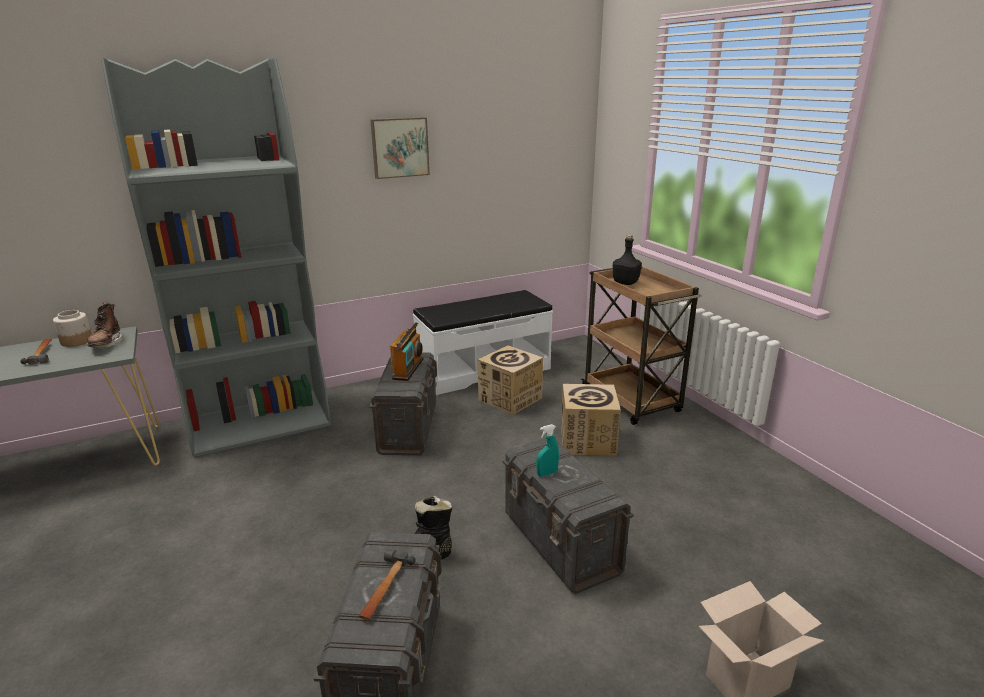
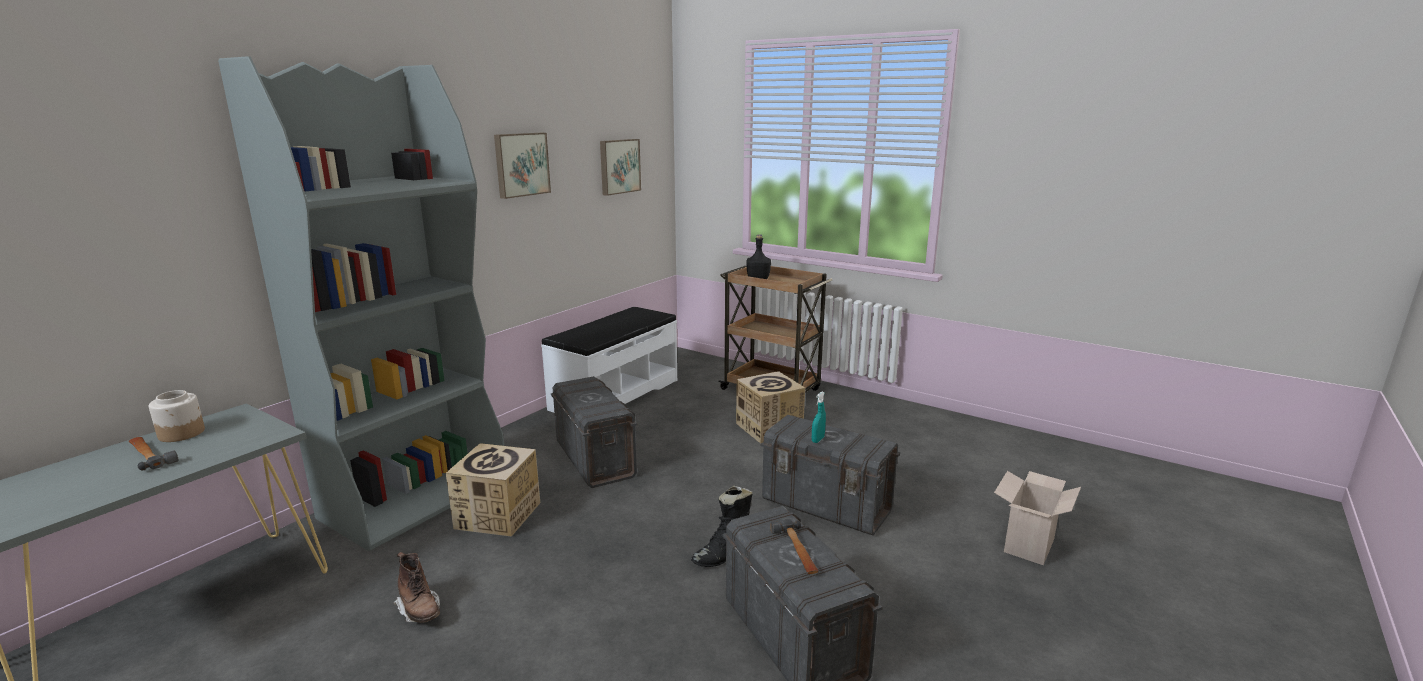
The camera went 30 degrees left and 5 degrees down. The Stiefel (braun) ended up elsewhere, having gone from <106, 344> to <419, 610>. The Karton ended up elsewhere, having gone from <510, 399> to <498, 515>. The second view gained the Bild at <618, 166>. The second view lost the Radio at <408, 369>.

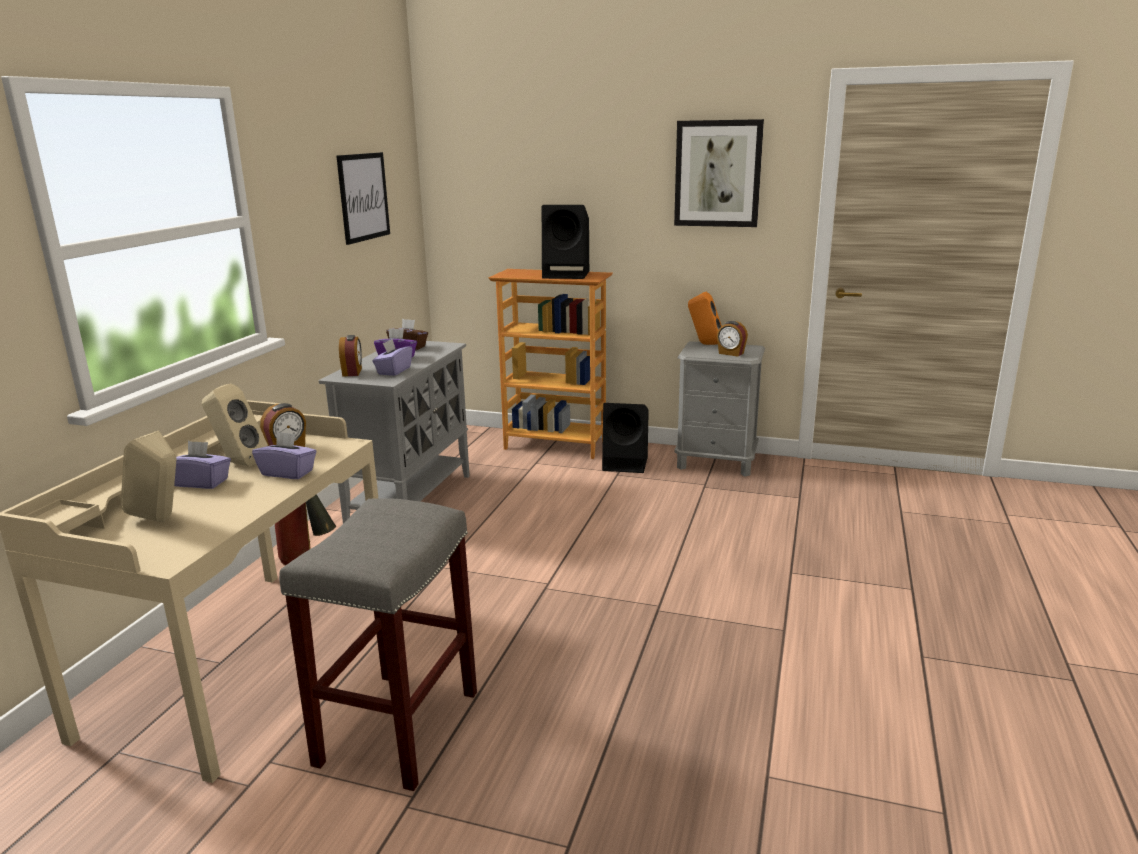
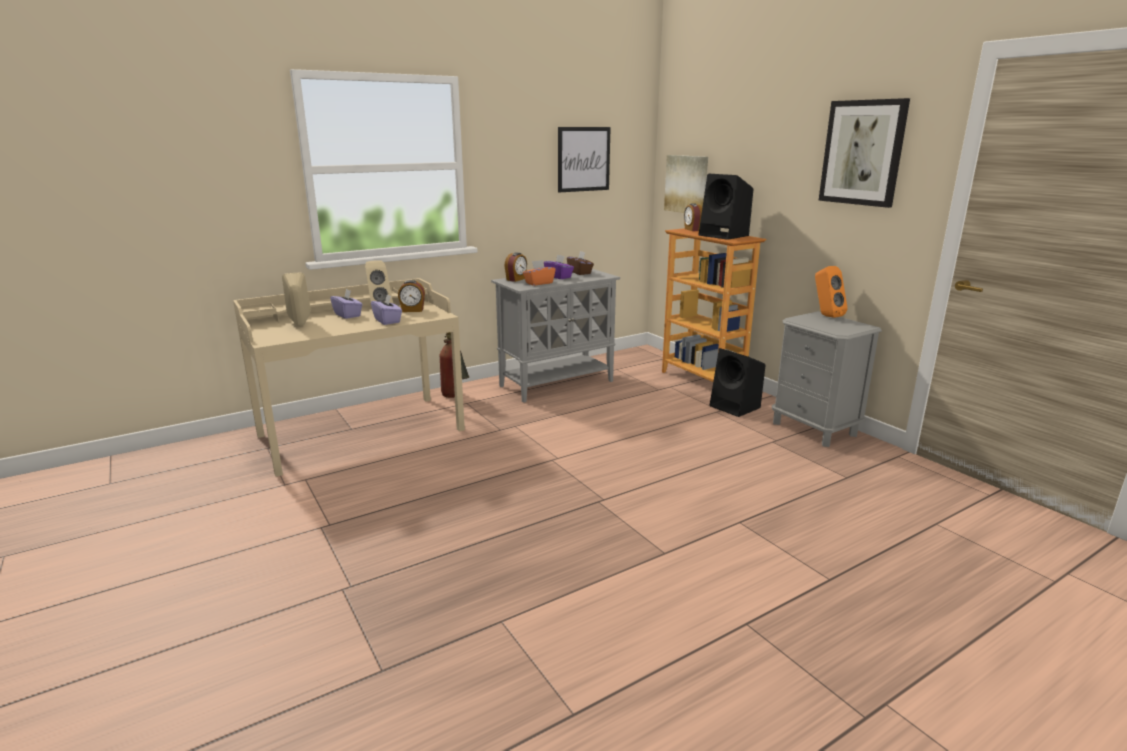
The camera went 40 degrees right and 0 degrees up. What was the Taschentuchbox (lila) at <393, 371> turned into the Taschentuchbox (orange) at <539, 283>. The second view gained the Bild at <687, 184>. The Wecker ended up elsewhere, having gone from <731, 353> to <692, 229>. The second view lost the Hocker (grau) at <398, 729>.

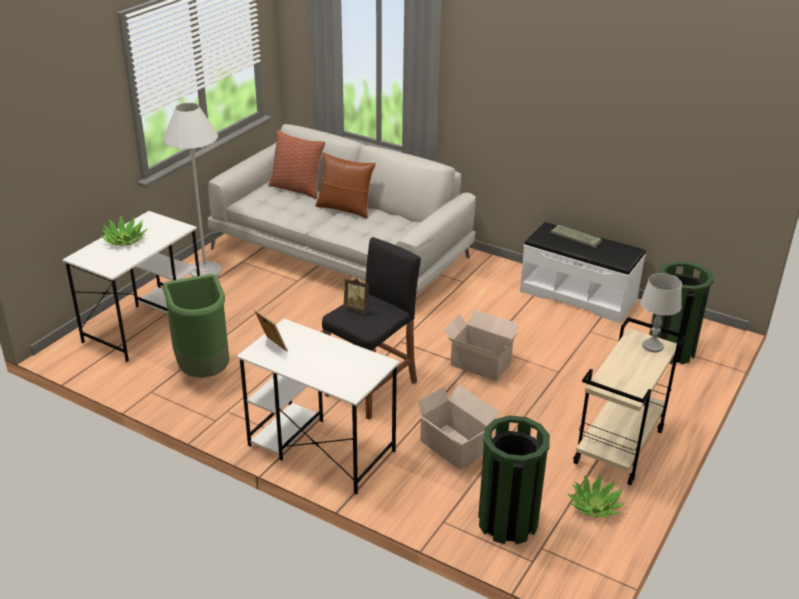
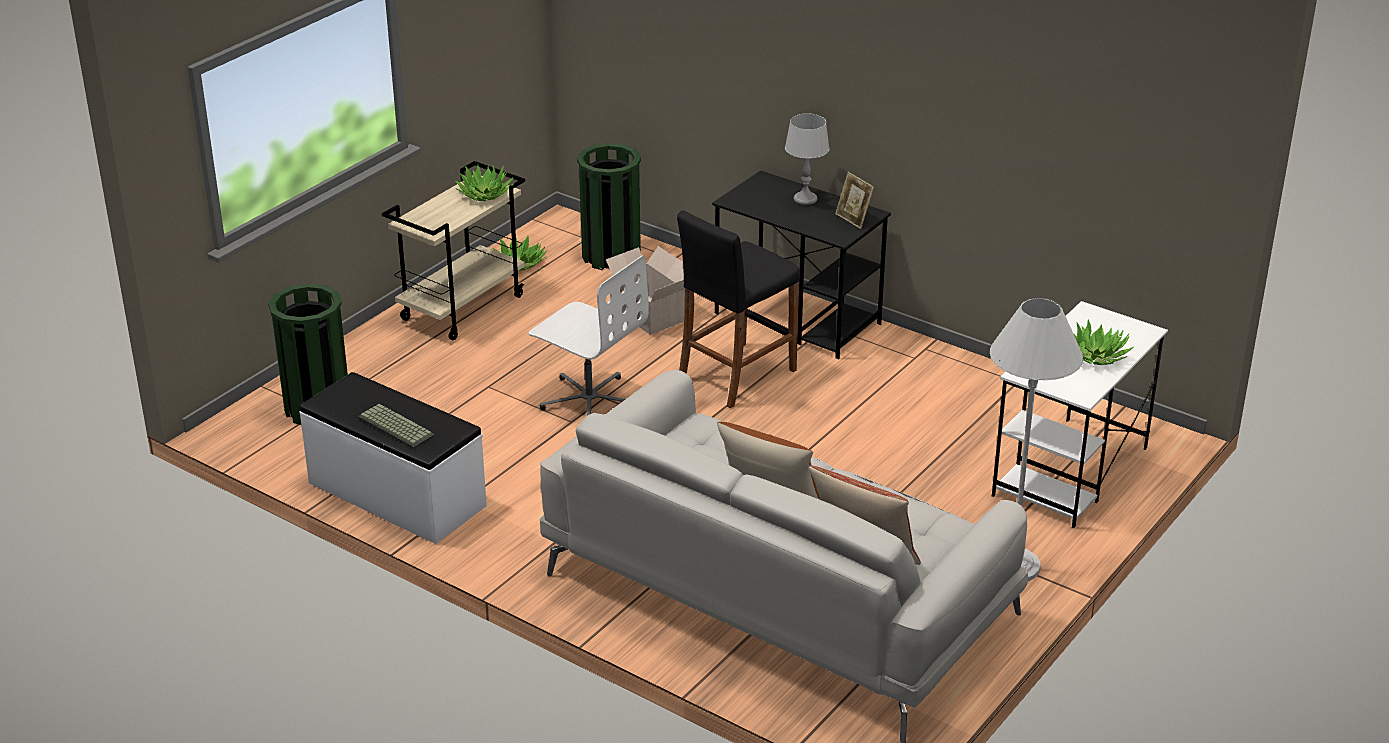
The camera went 175 degrees left and 0 degrees up. The second view gained the Topfpflanze at <484, 194>. Where the Karton stood at <479, 363>, the Bürostuhl (weiß) came to stand at <589, 400>. What was the Schreibtisch (weiß) at <320, 448> turned into the Schreibtisch (schwarz) at <798, 319>. The Tischlampe (grau) ended up elsewhere, having gone from <652, 346> to <805, 199>. The second view lost the Mülleimer (grün) at <204, 370>. The second view lost the Bilderrahmen at <357, 308>.

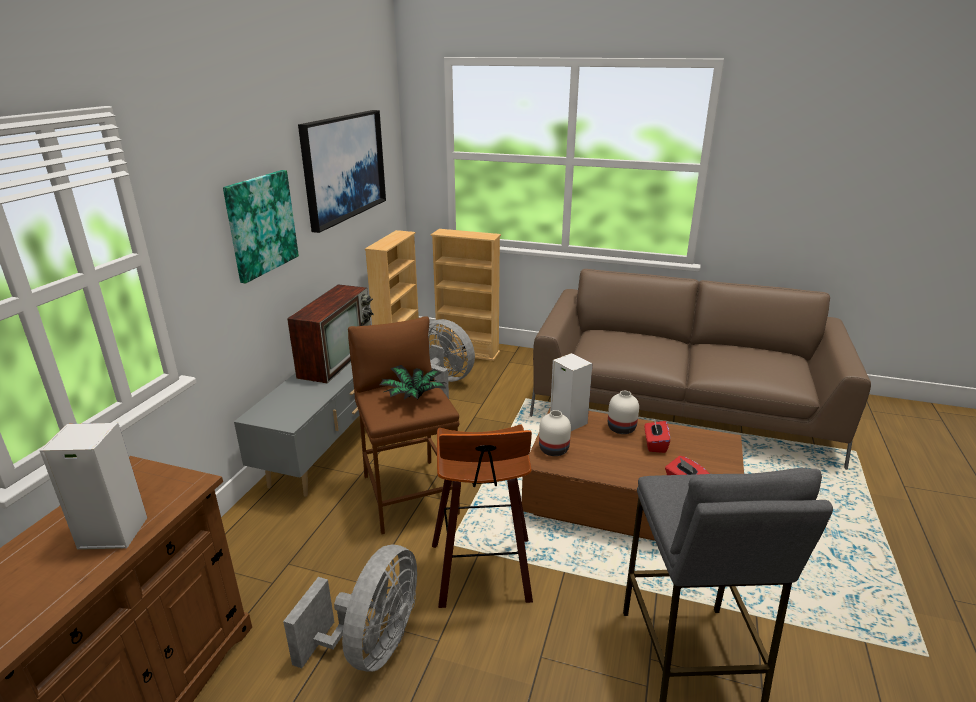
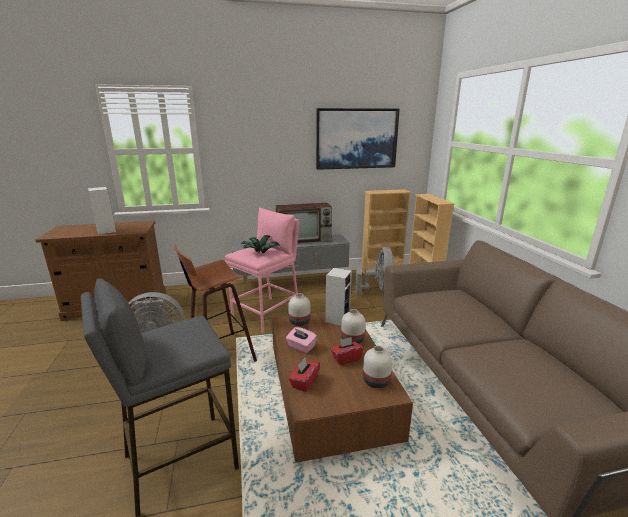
The camera went 60 degrees right and 5 degrees down. What was the Hocker (braun) at <409, 494> turned into the Hocker (rosa) at <267, 314>. The second view gained the Taschentuchbox (rosa) at <301, 347>. The second view gained the Vase (weiß) at <377, 381>. The second view lost the Bild at <261, 224>.

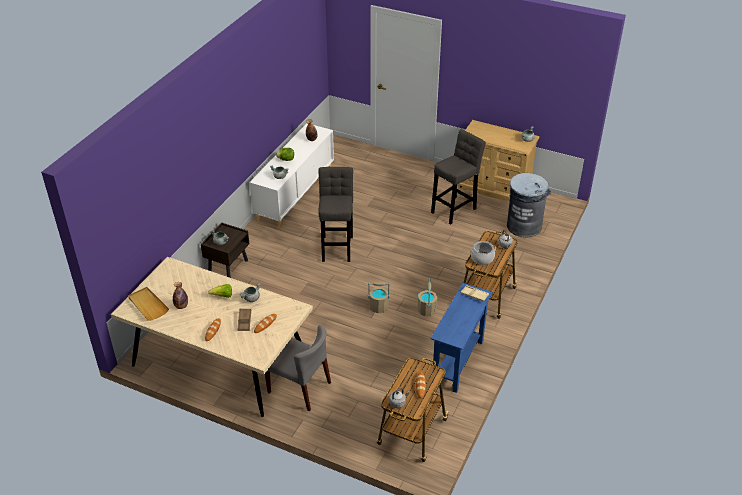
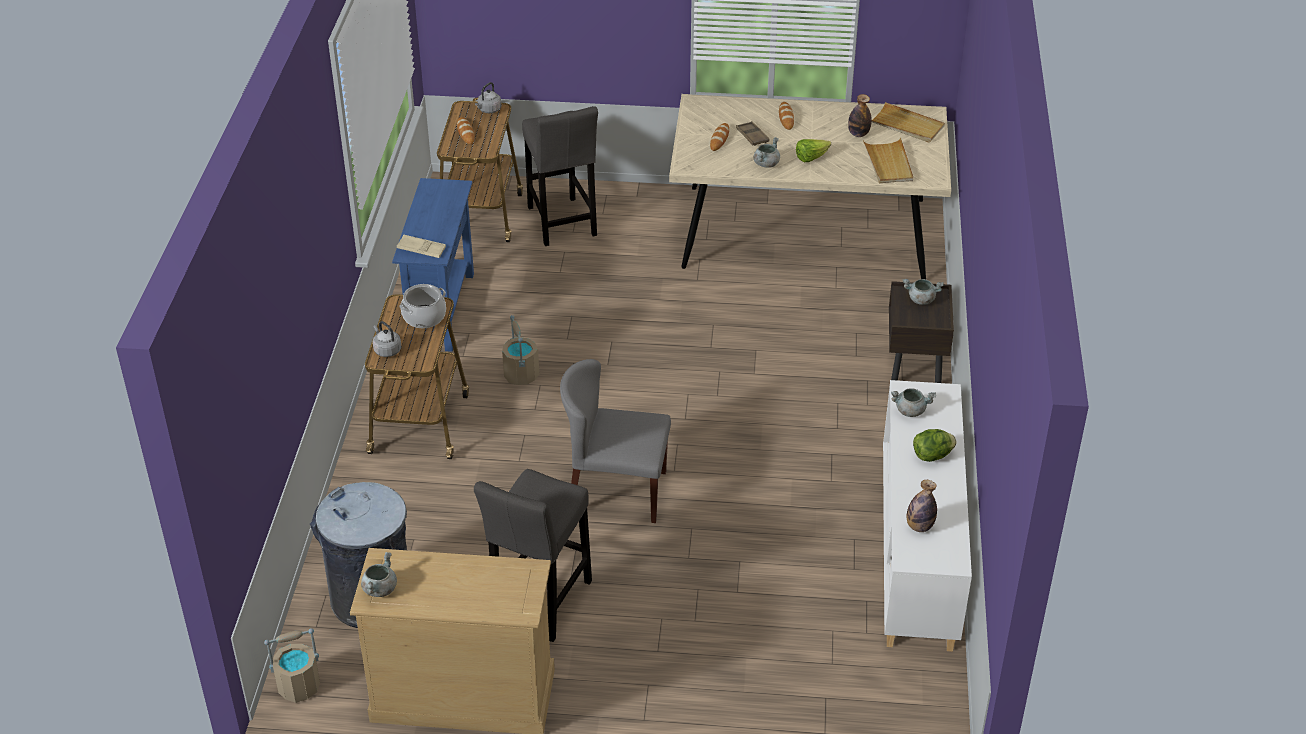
The camera went 160 degrees right and 0 degrees up. The Eimer (beige) ended up elsewhere, having gone from <378, 307> to <299, 686>. The Hocker (grau) ended up elsewhere, having gone from <337, 247> to <562, 224>. The Stuhl (grau) ended up elsewhere, having gone from <300, 387> to <616, 492>. The second view gained the Tablett (beige) at <888, 163>.

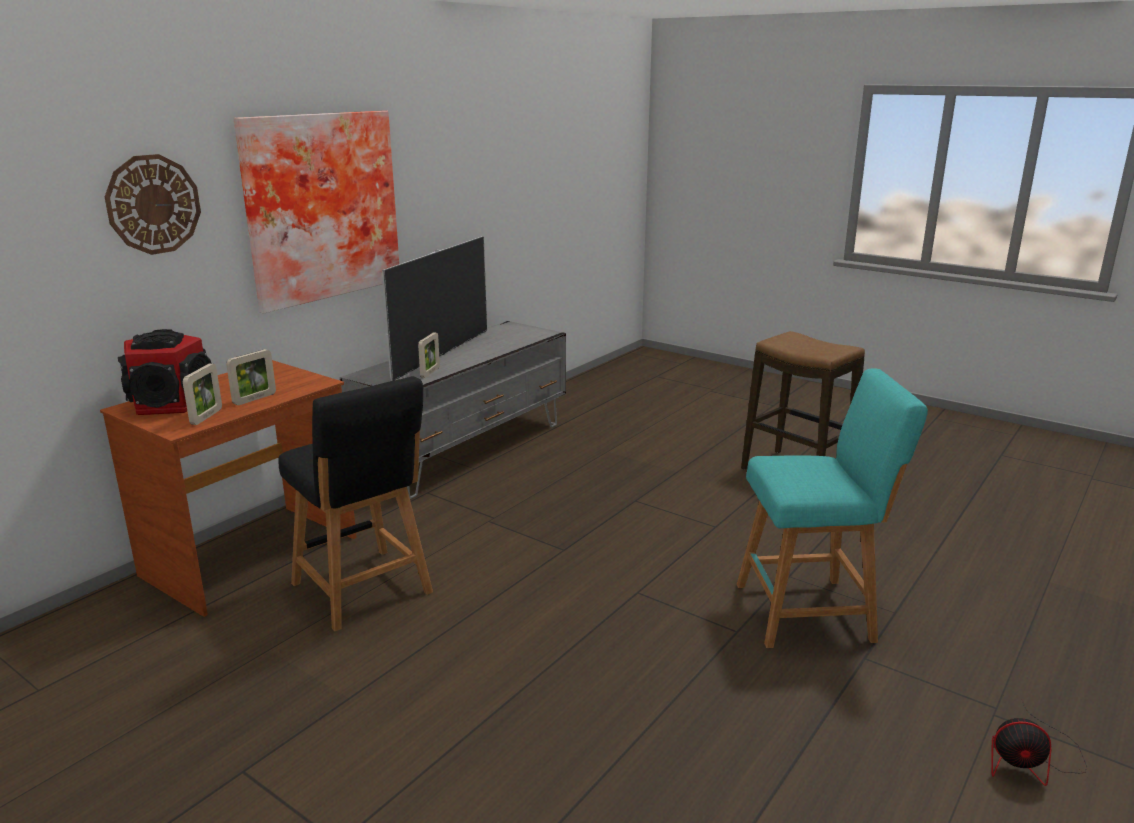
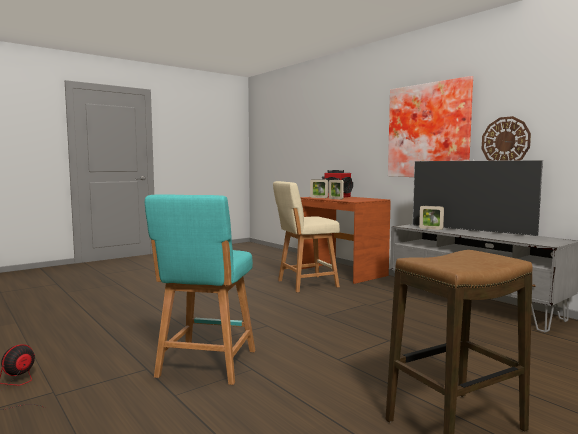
The camera went 105 degrees right and 15 degrees down. What was the Hocker (schwarz) at <365, 591> turned into the Hocker (beige) at <305, 284>. The Wanduhr ended up elsewhere, having gone from <153, 204> to <505, 141>.

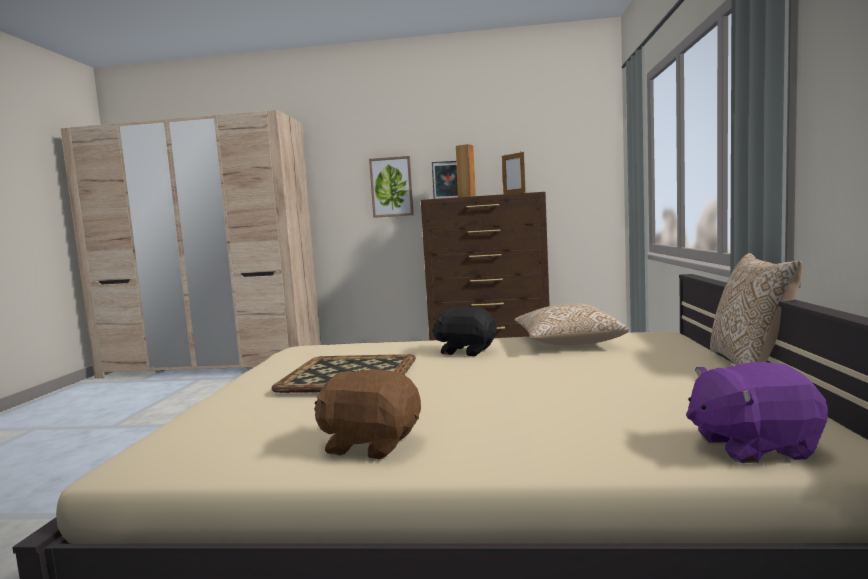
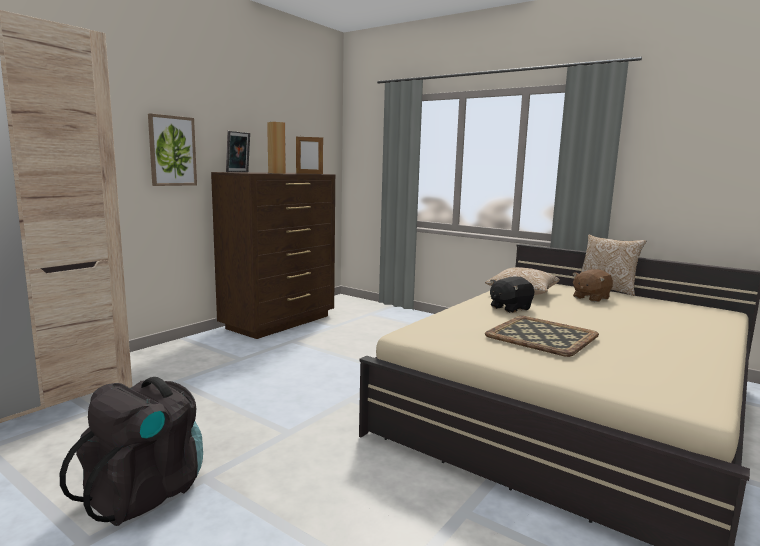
The camera went 60 degrees left and 5 degrees up. The second view gained the Rucksack (schwarz) at <145, 492>. The Plüschtier (braun) ended up elsewhere, having gone from <370, 444> to <590, 298>. The second view lost the Plüschtier (lila) at <751, 446>.

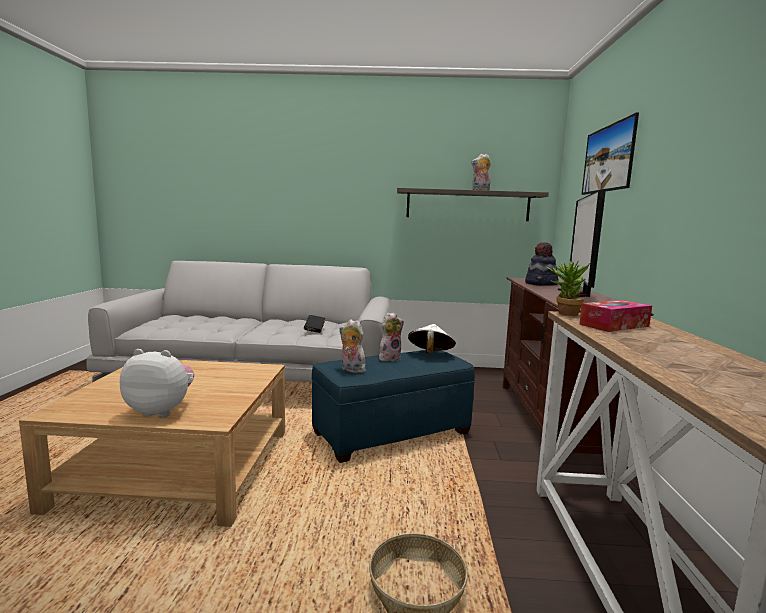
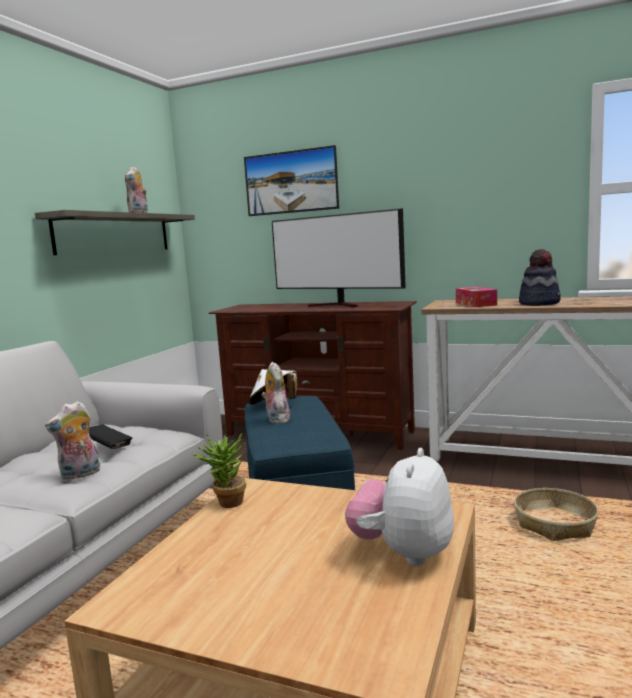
The camera went 70 degrees left and 0 degrees up. The Plüschtier ended up elsewhere, having gone from <351, 370> to <80, 475>. The Topfpflanze ended up elsewhere, having gone from <564, 313> to <226, 504>. The Hut ended up elsewhere, having gone from <541, 284> to <539, 303>.

